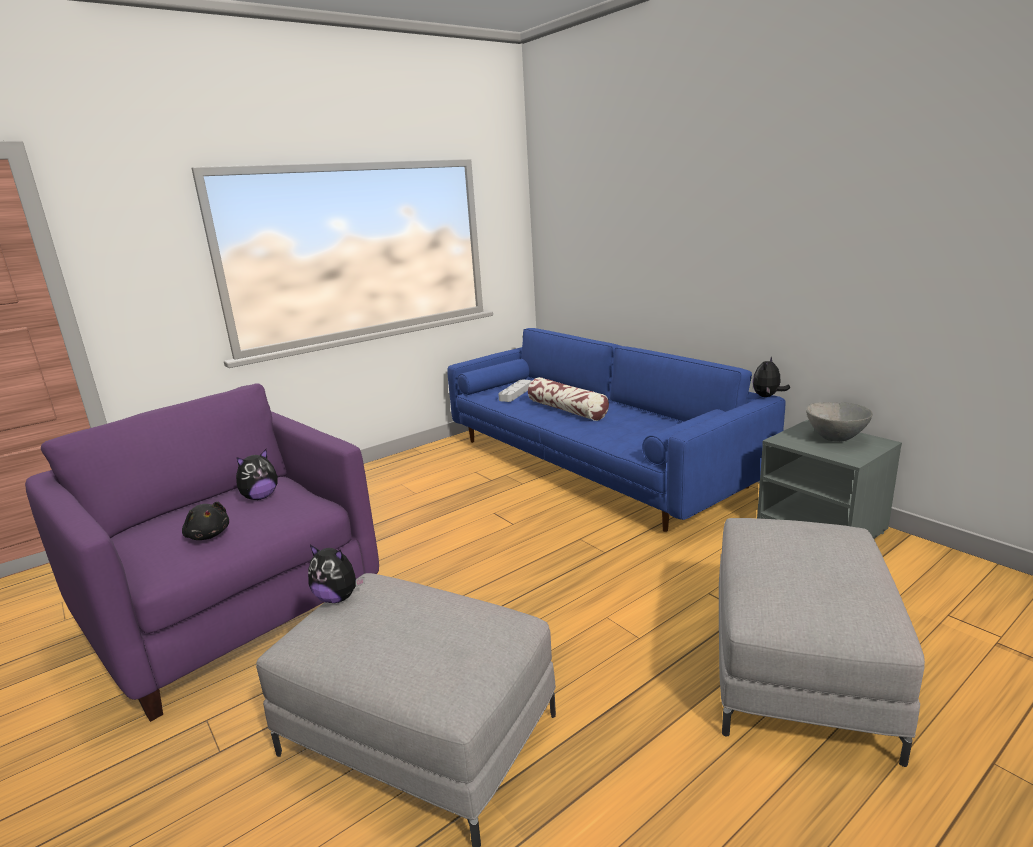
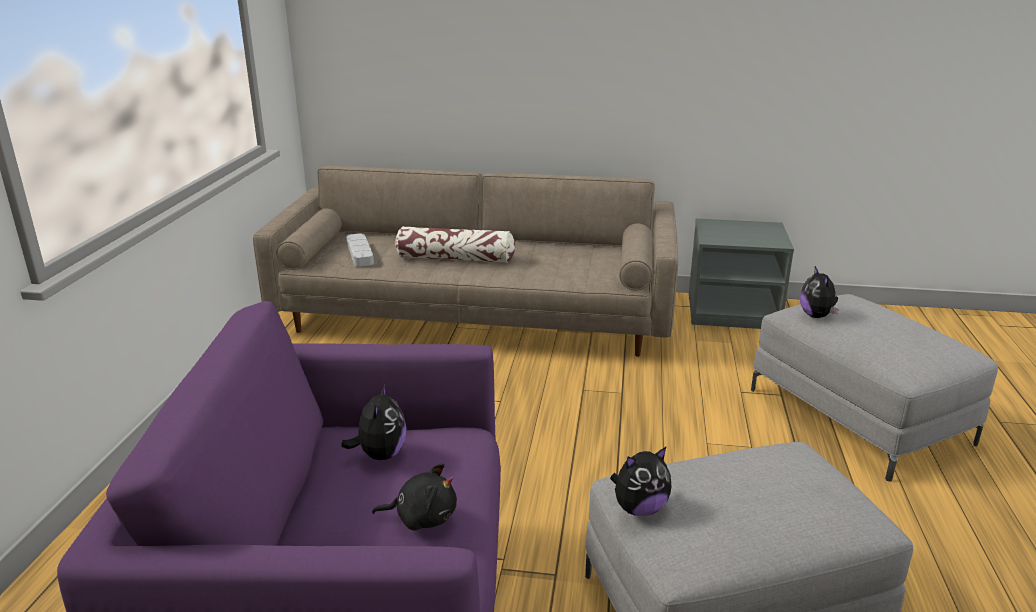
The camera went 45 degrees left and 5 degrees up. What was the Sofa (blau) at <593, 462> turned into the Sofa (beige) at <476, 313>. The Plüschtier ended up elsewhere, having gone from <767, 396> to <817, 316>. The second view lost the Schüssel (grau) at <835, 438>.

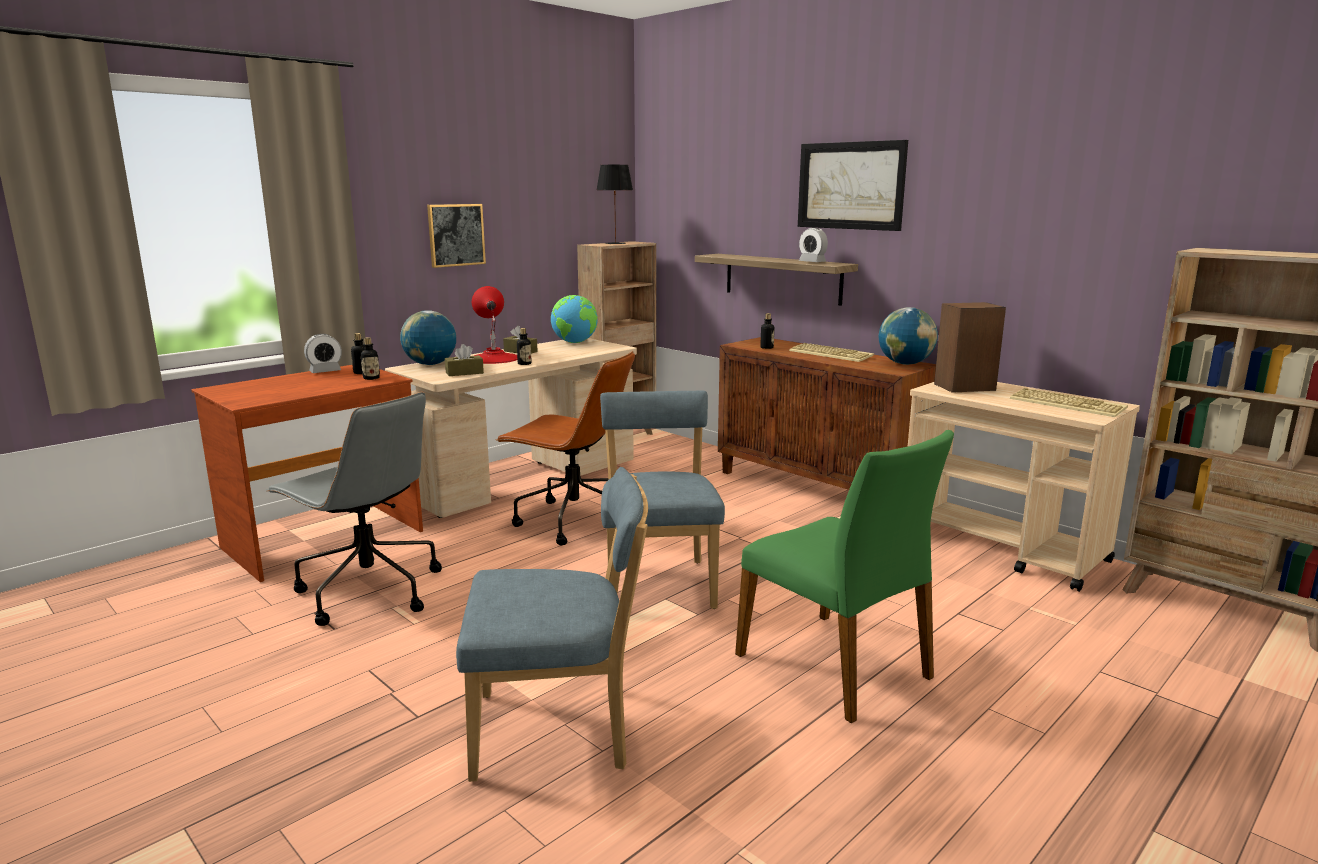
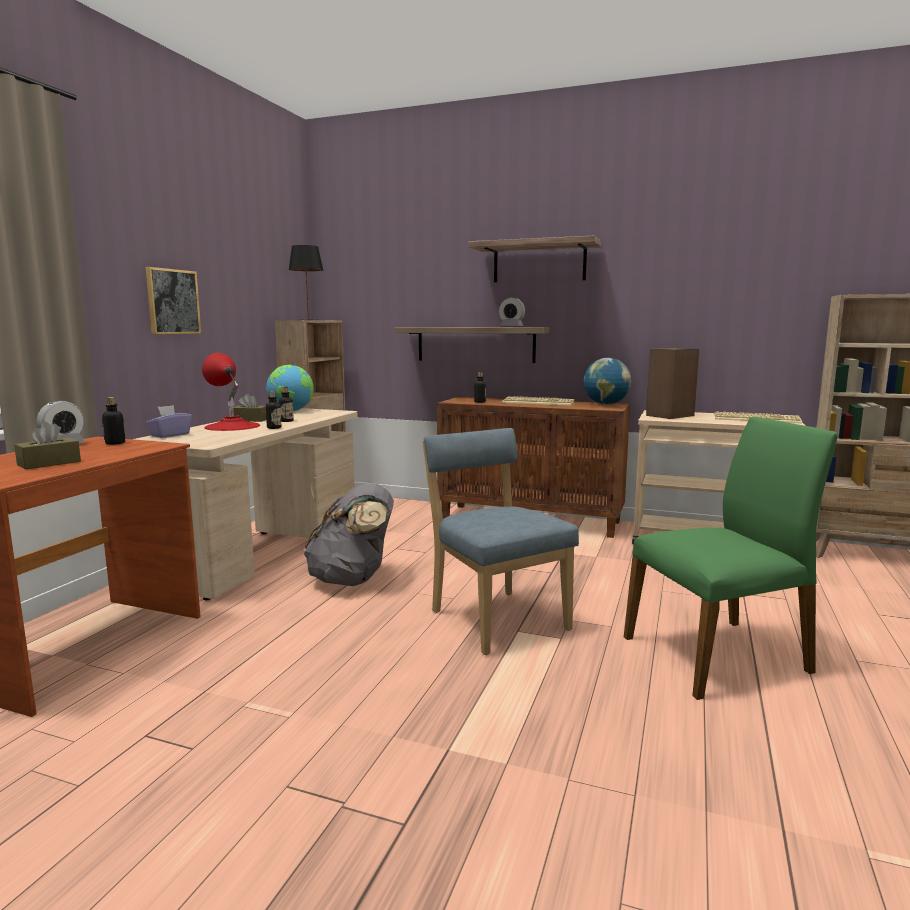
The camera went 25 degrees left and 5 degrees down. The Taschentuchbox (braun) ended up elsewhere, having gone from <464, 373> to <49, 463>. Where the Globus stood at <430, 364>, the Taschentuchbox (lila) came to stand at <170, 435>. The Flasche ended up elsewhere, having gone from <371, 378> to <286, 421>. Where the Bürostuhl (braun) stood at <572, 521>, the Rucksack (grau) came to stand at <353, 579>. Where the Bild hung at <851, 185>, the Wandregal came to hang at <539, 262>. The Stuhl (grün) at <836, 665> ended up facing another way, 45 degrees counterclockwise from before. The second view lost the Bürostuhl (grau) at <368, 591>. The second view lost the Stuhl (blau) at <560, 731>.

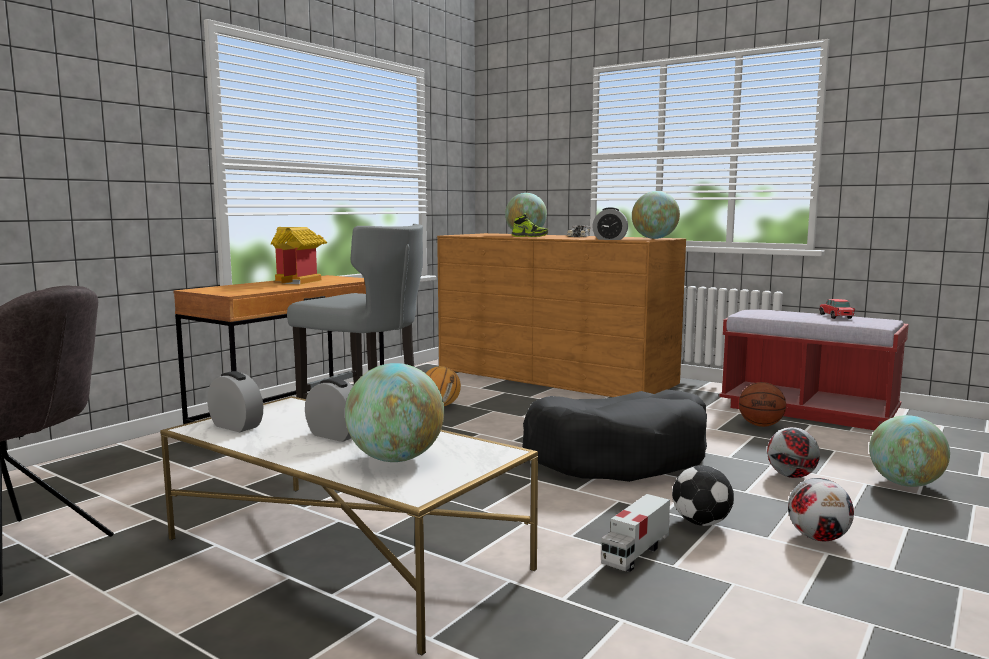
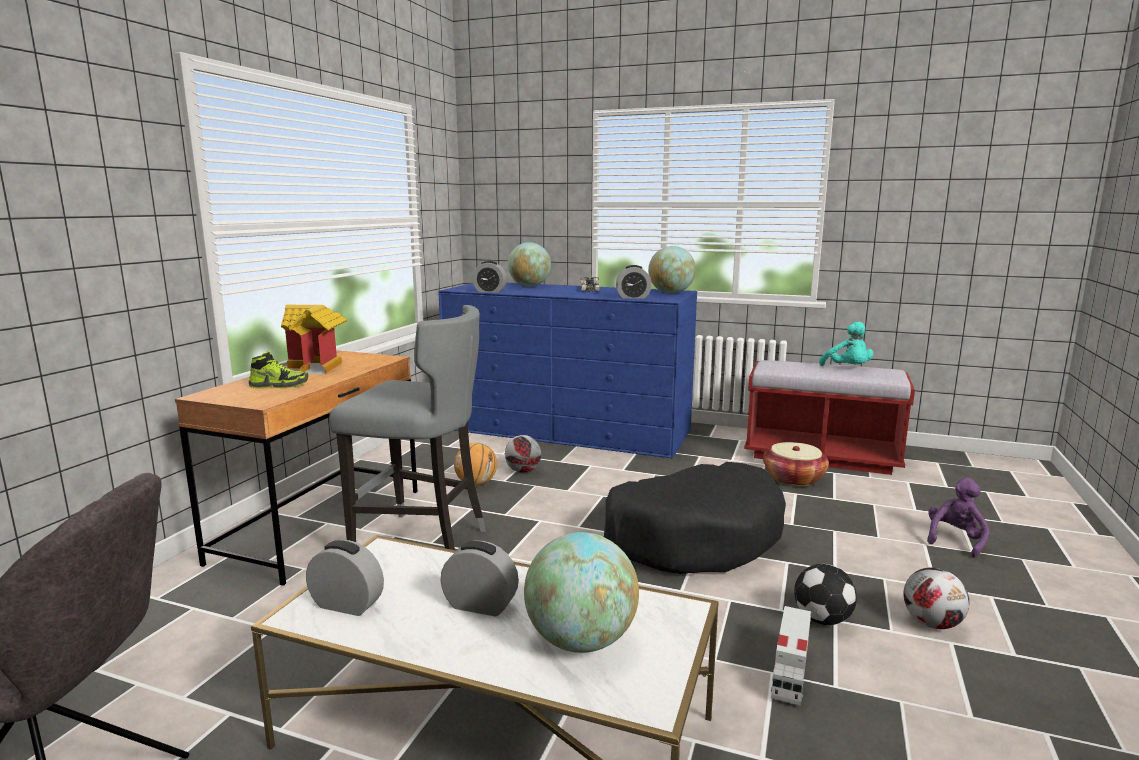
The camera went 15 degrees left and 5 degrees up. The Schuh ended up elsewhere, having gone from <529, 236> to <279, 385>. What was the Kommode (braun) at <554, 376> turned into the Kommode (blau) at <568, 429>. The second view gained the Wecker at <490, 291>. The Fußball ended up elsewhere, having gone from <790, 476> to <522, 471>. Where the Basketball stood at <761, 425>, the Korb came to stand at <794, 478>. Where the Spielzeugauto stood at <835, 316>, the Plüschtier (türkis) came to stand at <848, 369>. Where the Globus stood at <905, 484>, the Plüschtier (lila) came to stand at <955, 540>.

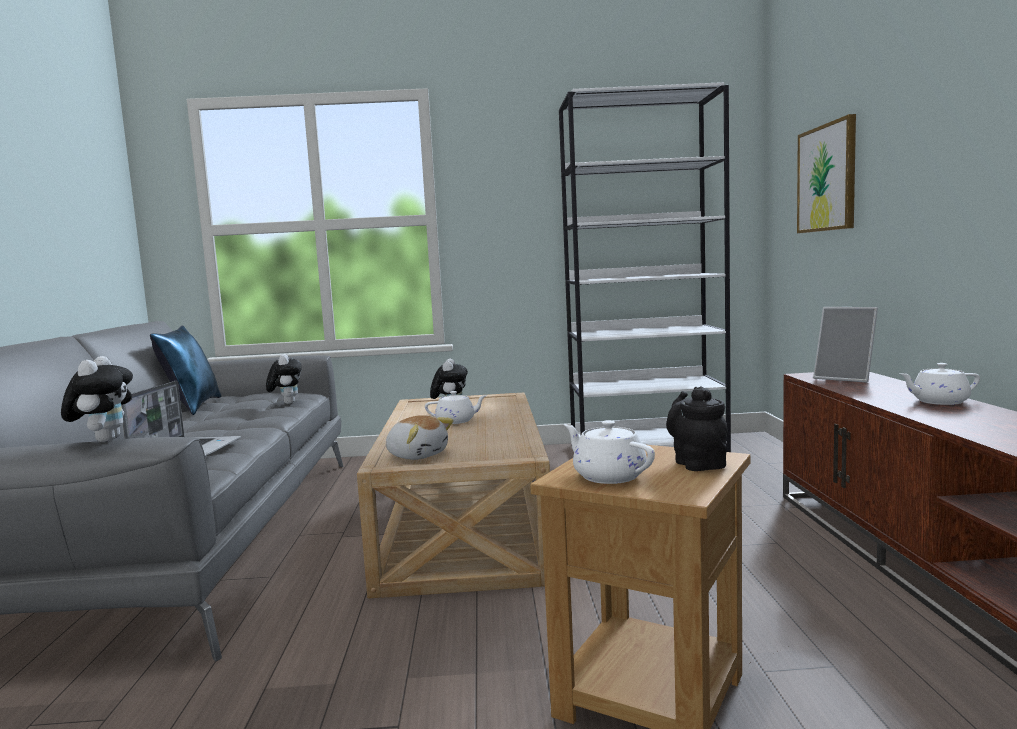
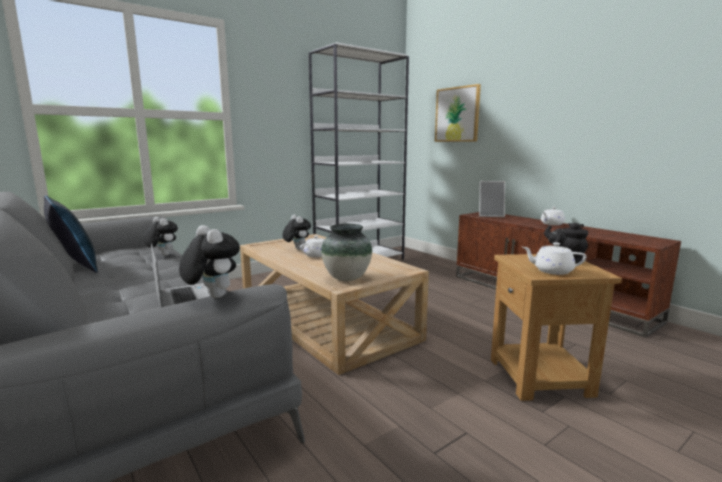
The camera went 35 degrees left and 5 degrees up. Where the Plüschtier stood at <417, 455>, the Vase came to stand at <346, 278>.

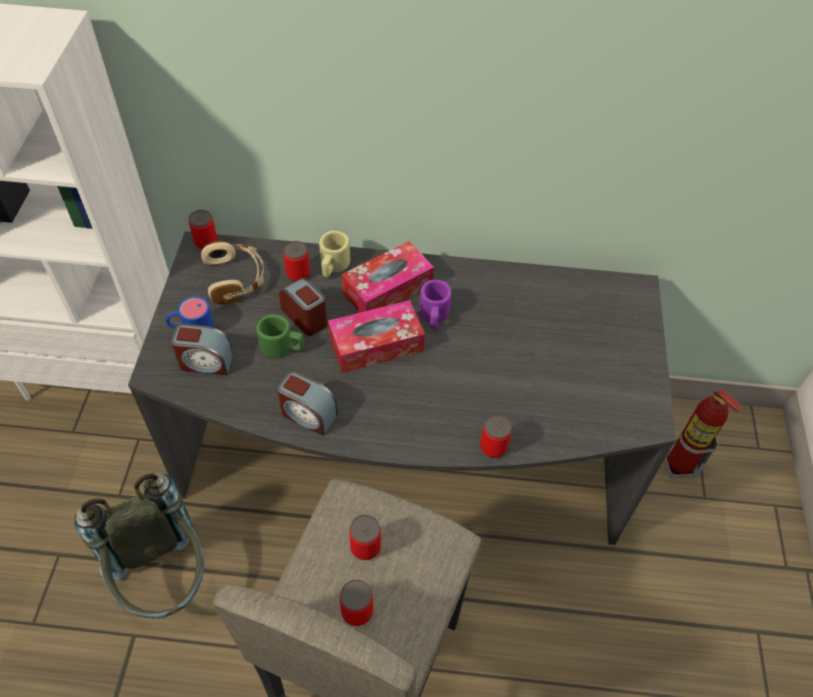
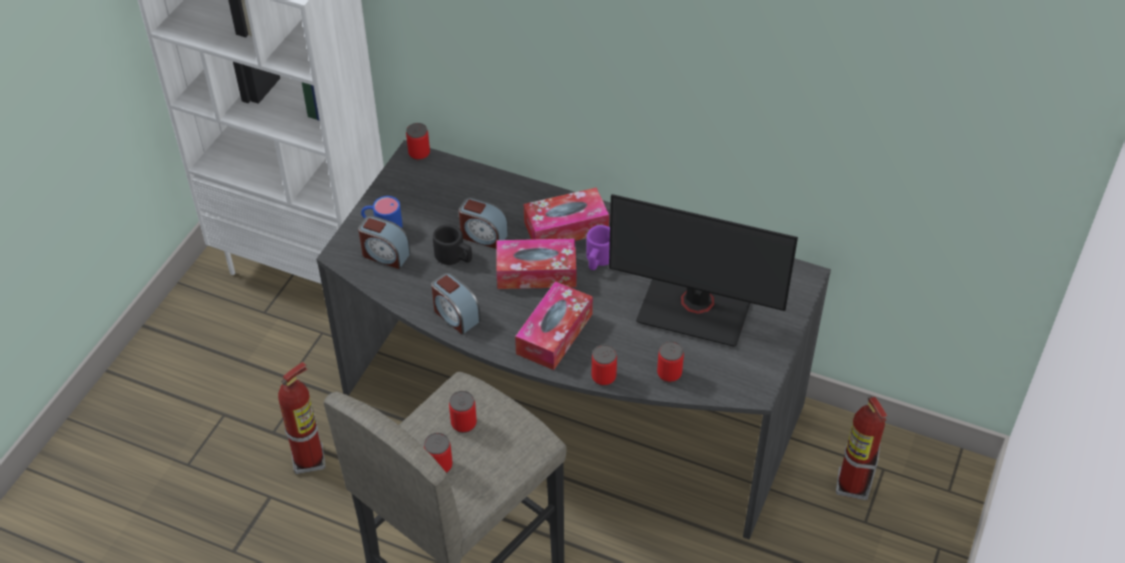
The camera went 20 degrees right and 5 degrees down. Where the Rucksack (grau) stood at <165, 580>, the Feuerlöscher came to stand at <309, 459>. What was the Henkelbecher (grün) at <282, 347> turned into the Henkelbecher (schwarz) at <454, 257>. The Wecker at <305, 317> ended up facing another way, 135 degrees clockwise from before. The second view gained the Taschentuchbox at <554, 334>. The second view gained the Monitor at <695, 309>. The Dose ended up elsewhere, having gone from <298, 273> to <669, 373>. The second view lost the Kopfhörer (beige) at <236, 279>. The second view lost the Henkelbecher (beige) at <333, 266>.

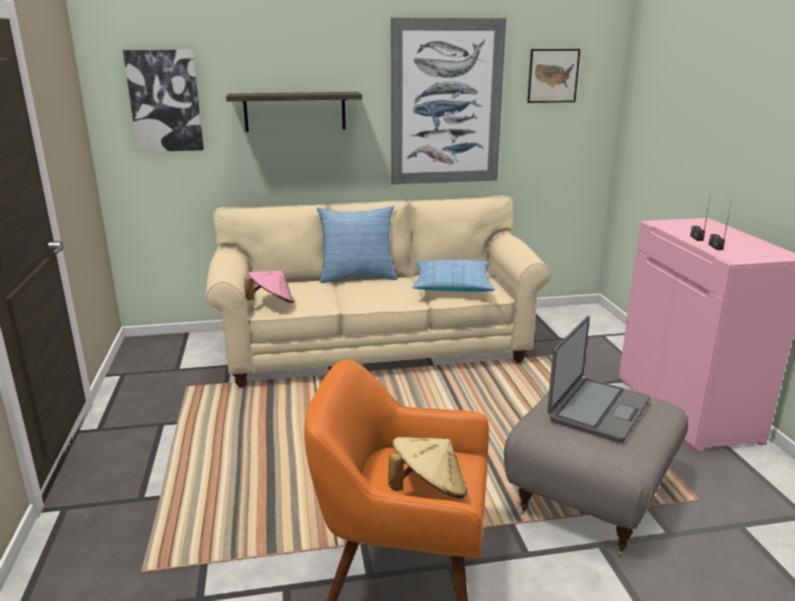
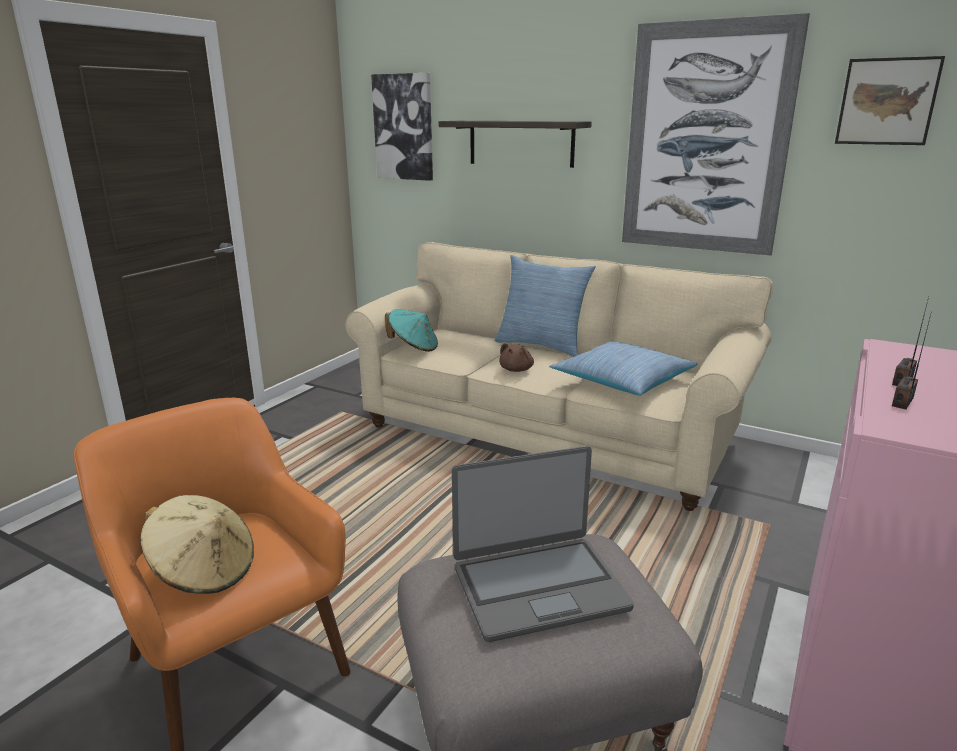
The camera went 40 degrees right and 0 degrees up. What was the Hut (rosa) at <271, 303> turned into the Hut (türkis) at <413, 347>. The second view gained the Plüschtier (braun) at <517, 369>.

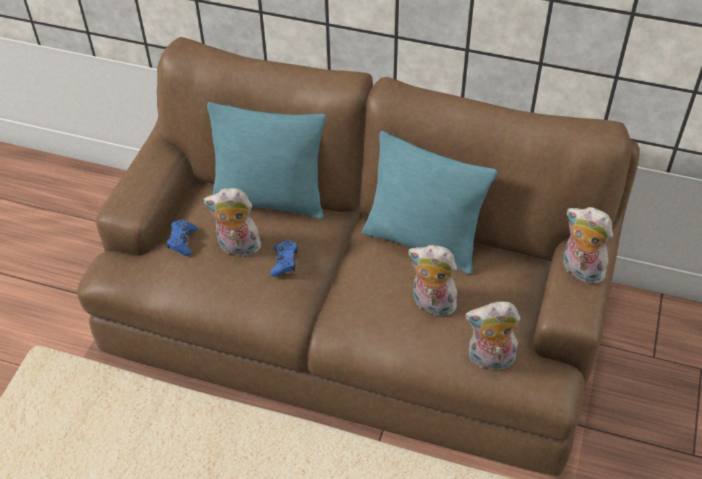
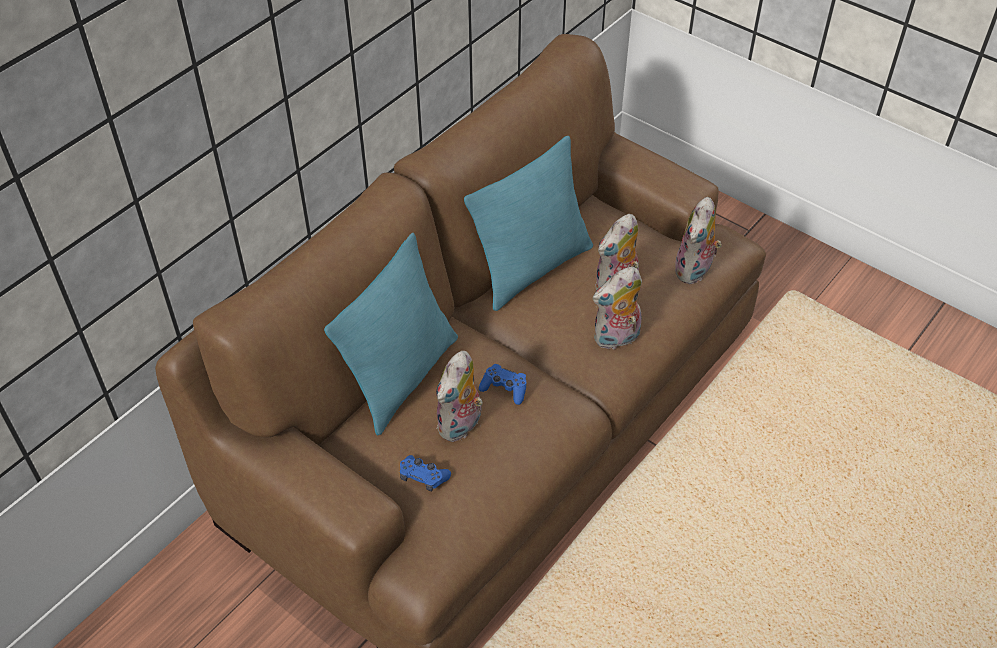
The camera went 70 degrees left and 0 degrees up. The Plüschtier ended up elsewhere, having gone from <579, 270> to <616, 339>.

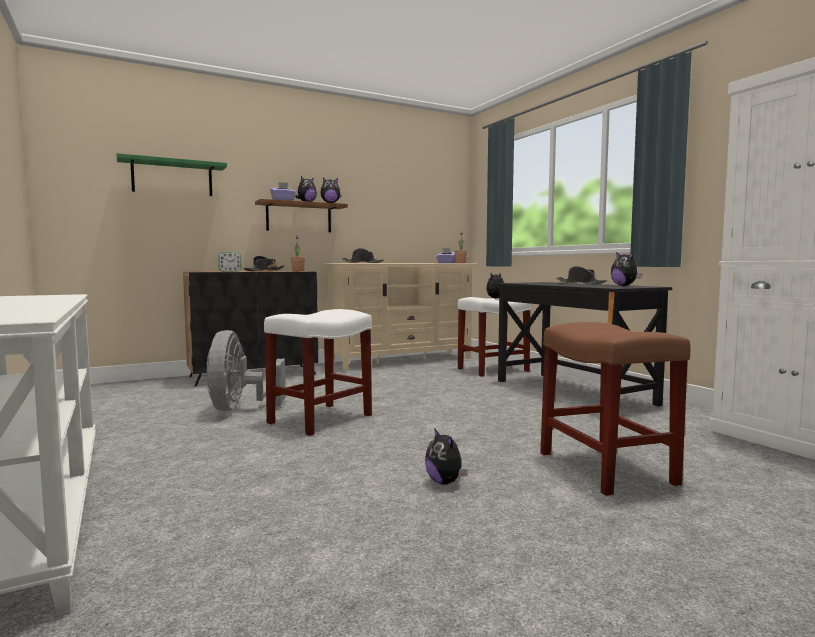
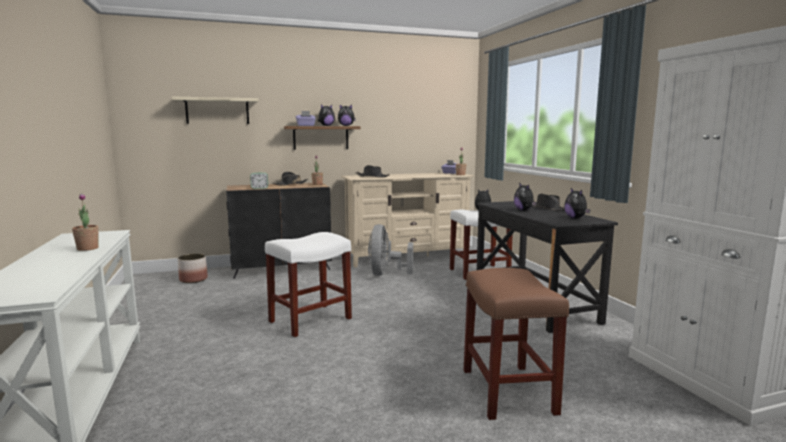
The camera went 10 degrees right and 5 degrees up. The second view gained the Topfpflanze at <87, 248>. What was the Wandregal (grün) at <172, 178> turned into the Wandregal (beige) at <217, 111>. The second view gained the Pflanzkübel at <194, 279>. The Ventilator (grau) ended up elsewhere, having gone from <239, 408> to <386, 274>. The Plüschtier ended up elsewhere, having gone from <445, 482> to <524, 210>.

